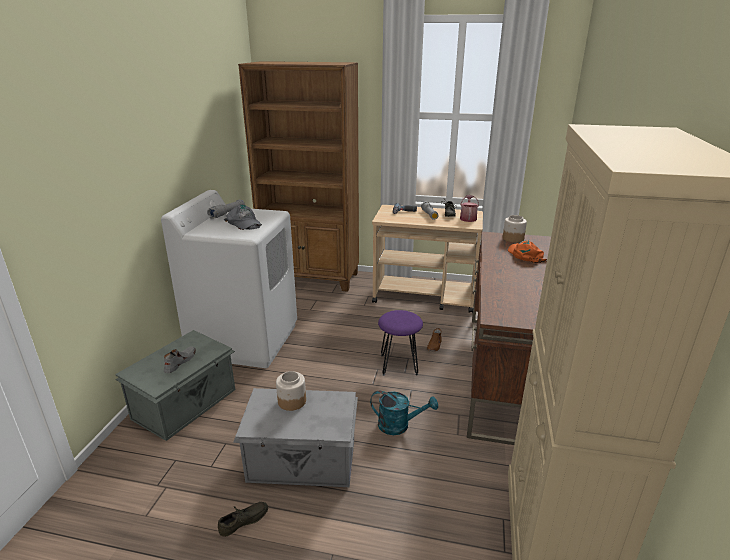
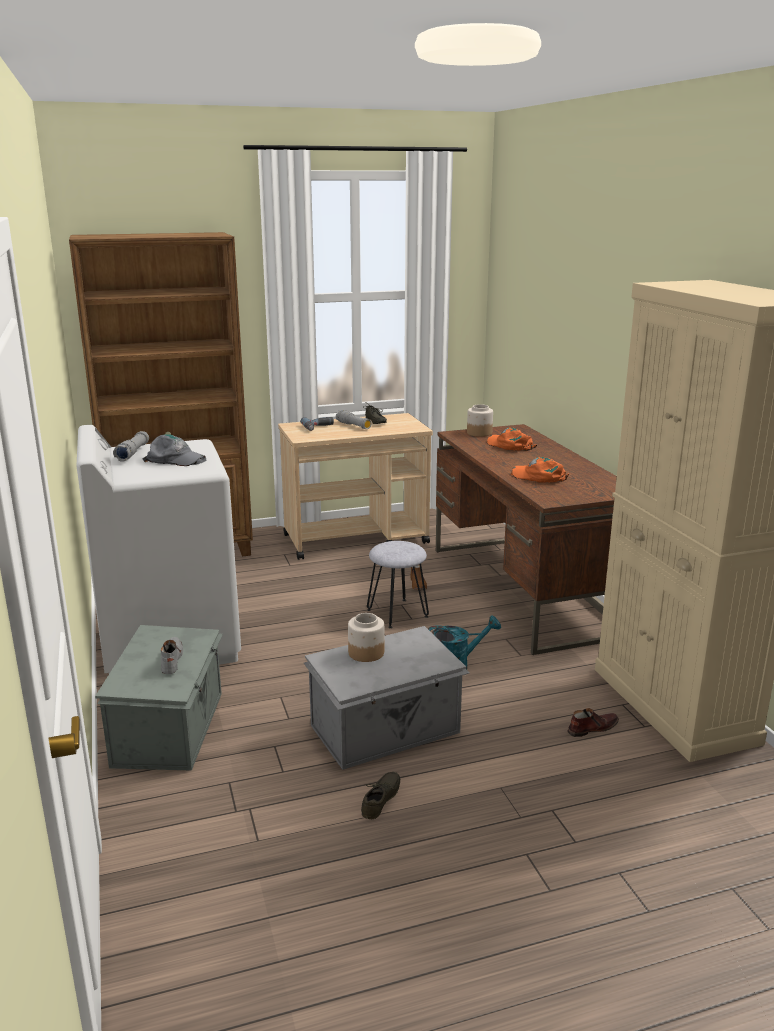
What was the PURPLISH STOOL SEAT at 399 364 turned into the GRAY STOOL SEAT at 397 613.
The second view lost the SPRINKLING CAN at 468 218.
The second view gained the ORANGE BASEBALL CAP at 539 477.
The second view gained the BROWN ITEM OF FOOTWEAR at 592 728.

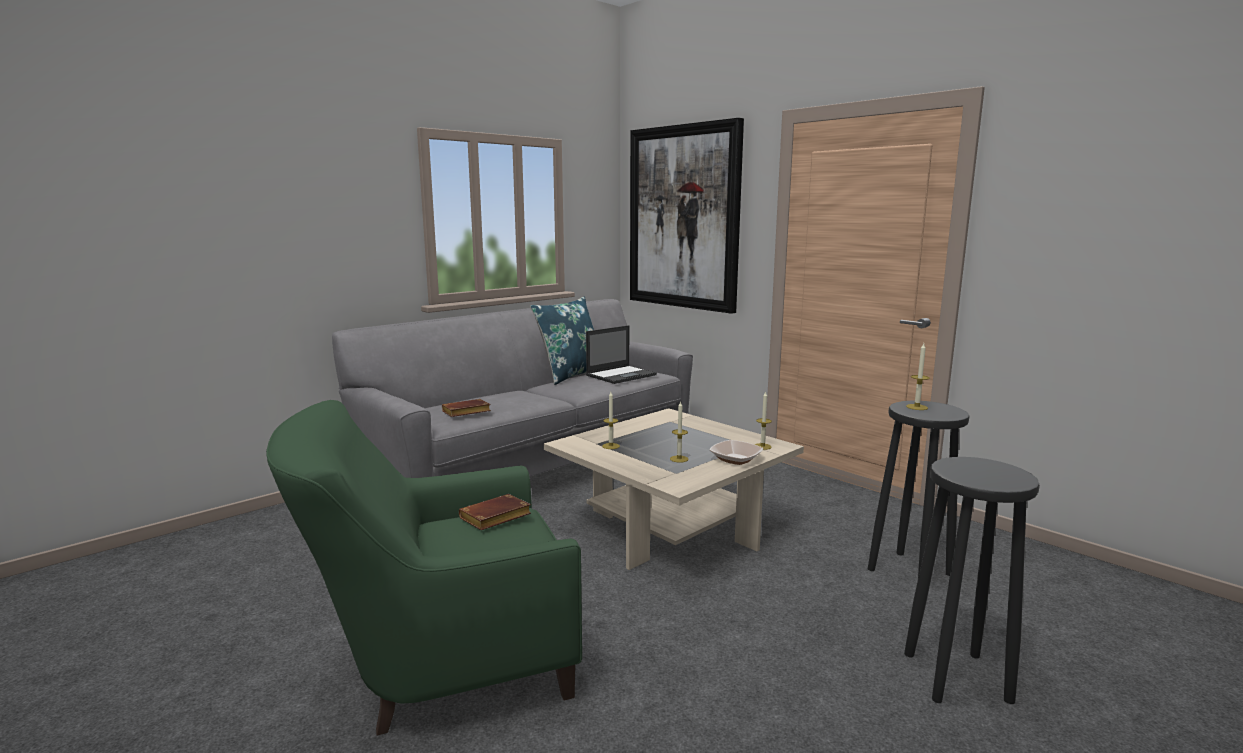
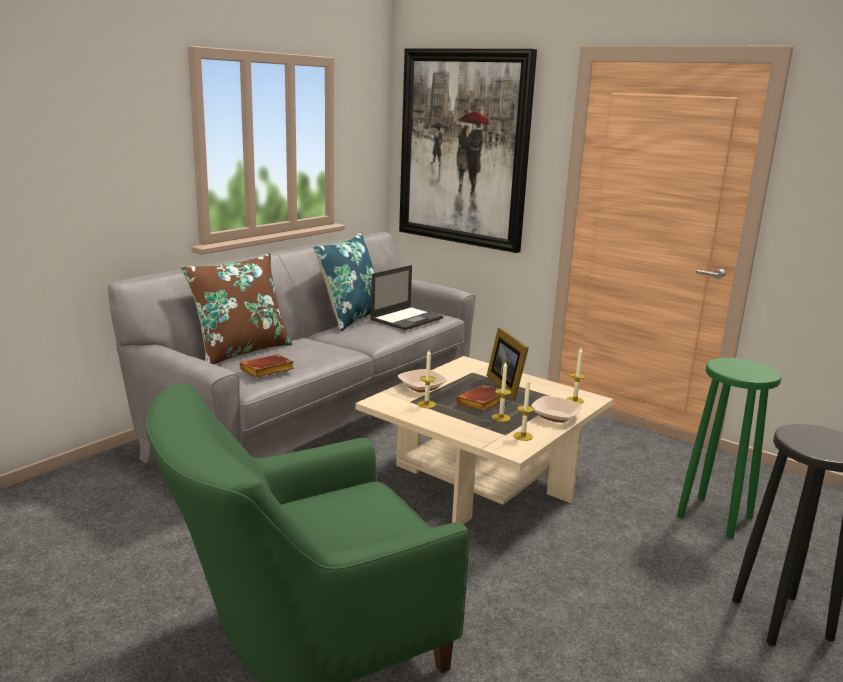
The BROWN BOUND BOOK ended up elsewhere, having gone from 494 519 to 482 403.
What was the BLACK-COLOURED STOOL SEAT at 911 572 turned into the GREENISH STOOL SEAT at 715 517.
The WAX CANDLE ended up elsewhere, having gone from 916 407 to 523 436.
The second view gained the BROWN THROW PILLOW at 241 351.
The second view gained the BOWL at 421 387.
The second view gained the STANDING FRAME at 507 385.

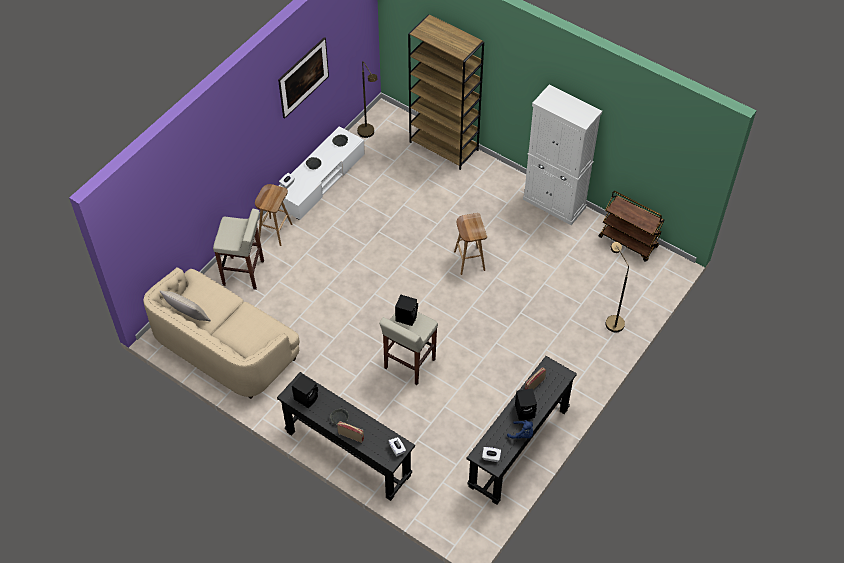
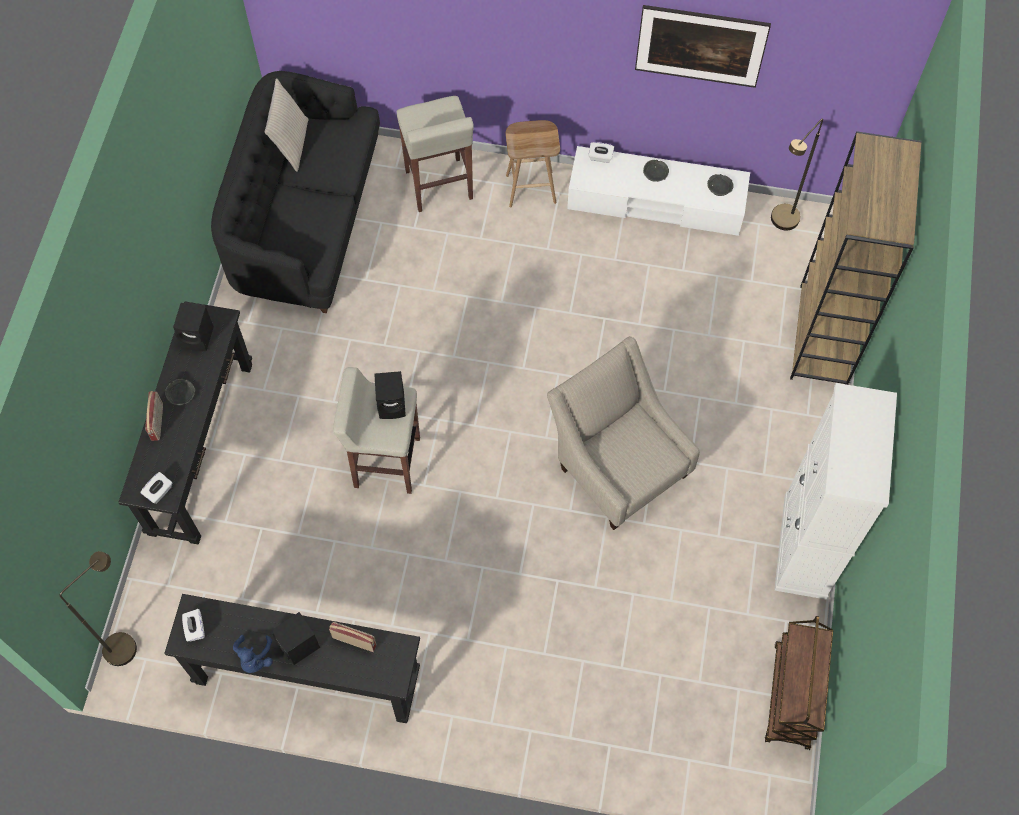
What was the SAND-COLOURED SETTEE at 224 347 turned into the BLACK-COLOURED SETTEE at 306 220.
Where the BROWN STOOL SEAT stood at 469 260, the SAND-COLOURED ARMCHAIR came to stand at 618 465.
The BROWN STANDING LAMP ended up elsewhere, having gone from 611 320 to 126 642.

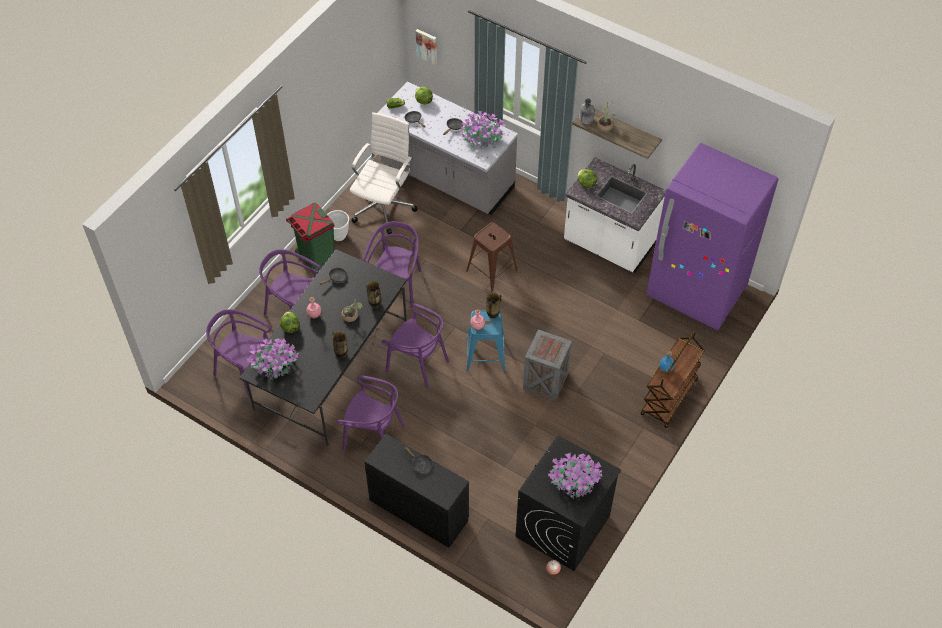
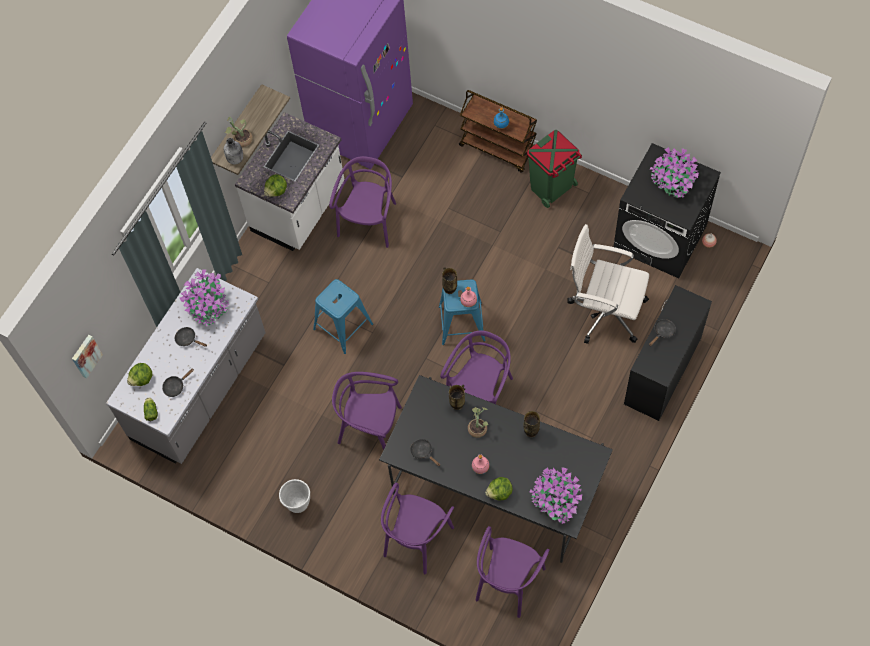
The GREENISH WASTE BIN ended up elsewhere, having gone from 316 259 to 552 188.
The PURPLISH CHAIR ended up elsewhere, having gone from 373 435 to 369 221.
The WHITISH DESK CHAIR ended up elsewhere, having gone from 384 206 to 605 310.
What was the BROWN STOOL SEAT at 491 270 turned into the BLUE STOOL SEAT at 343 327.
The second view lost the SHIPPING CRATE at 544 381.

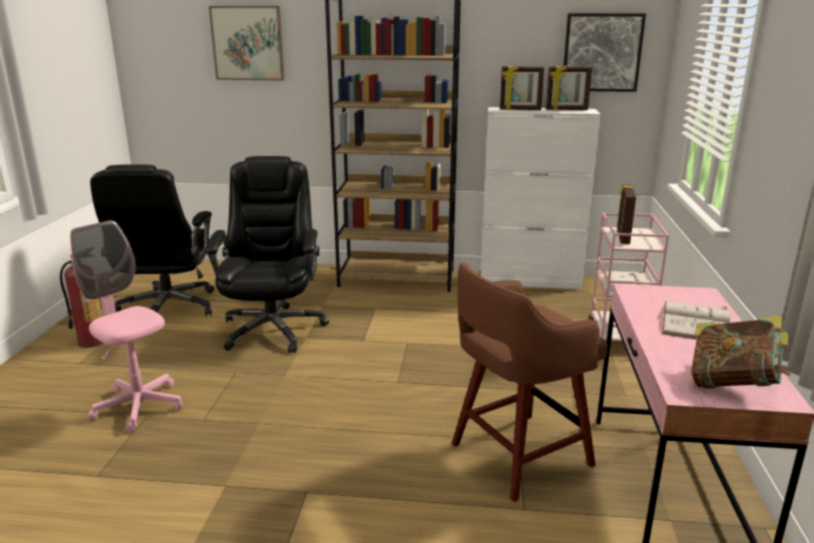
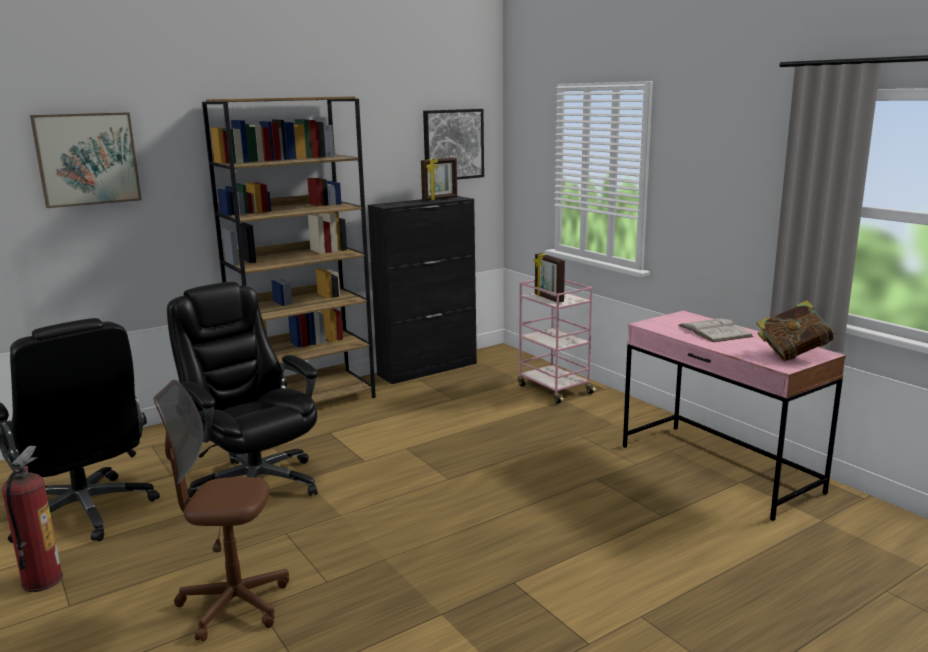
What was the PINKISH DESK CHAIR at 139 406 turned into the BROWN DESK CHAIR at 234 605.
The second view lost the BROWN STOOL SEAT at 517 456.
What was the WHITISH CABINET at 530 281 turned into the BLACK-COLOURED CABINET at 428 369.
The second view lost the STANDING FRAME at 520 110.

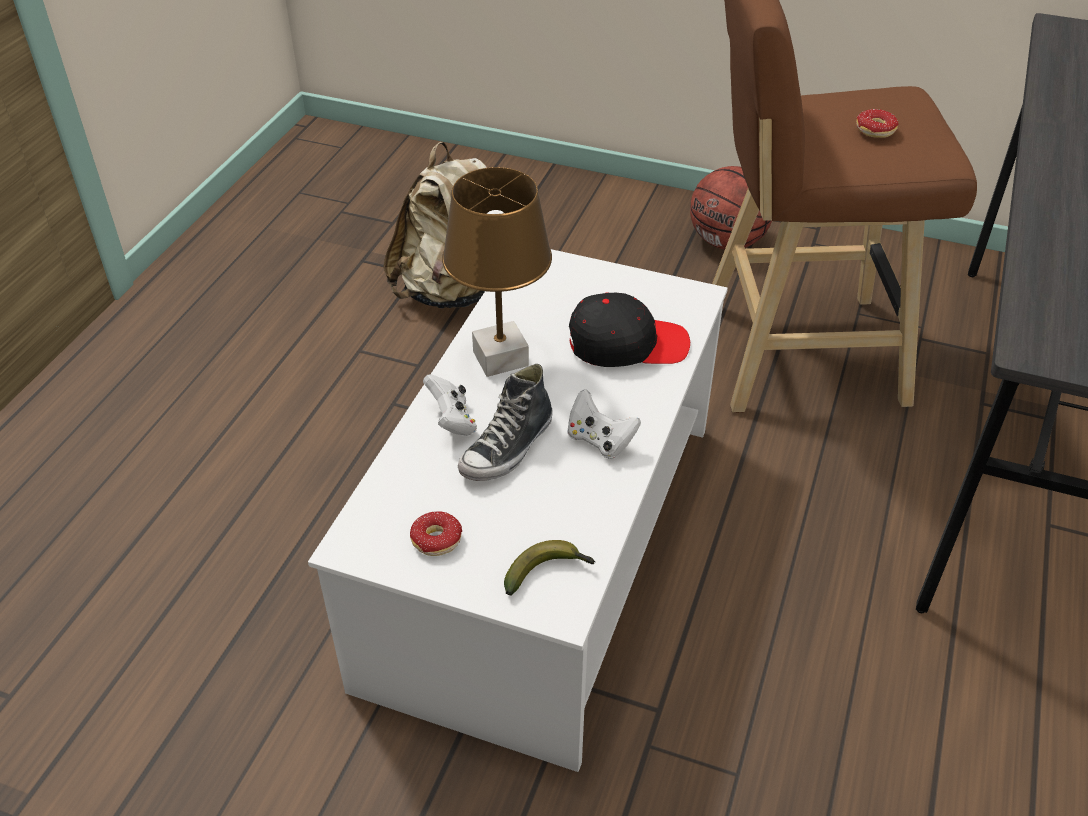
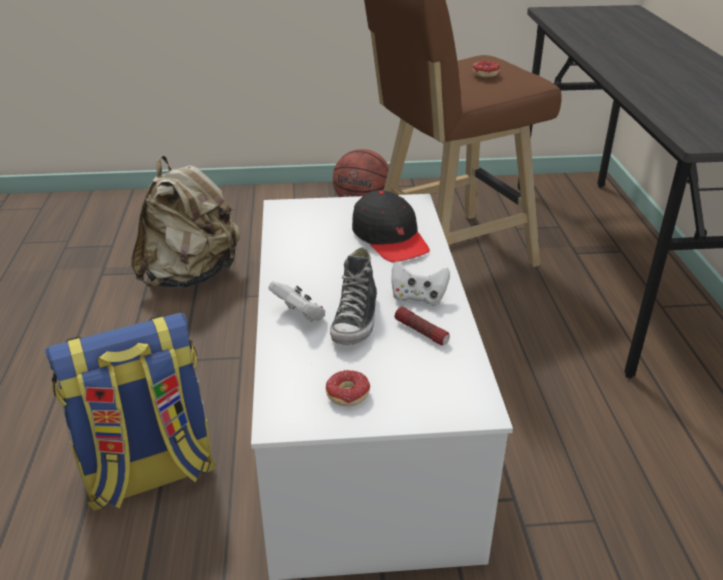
The second view lost the BROWN TABLETOP LAMP at 501 358.
The second view lost the BANANA FRUIT at 548 572.
The BLACK-COLOURED BASEBALL CAP at 627 344 ended up facing another way, 90 degrees clockwise from before.
The second view gained the BACKPACK at 148 474.
The second view gained the TORCH at 421 332.

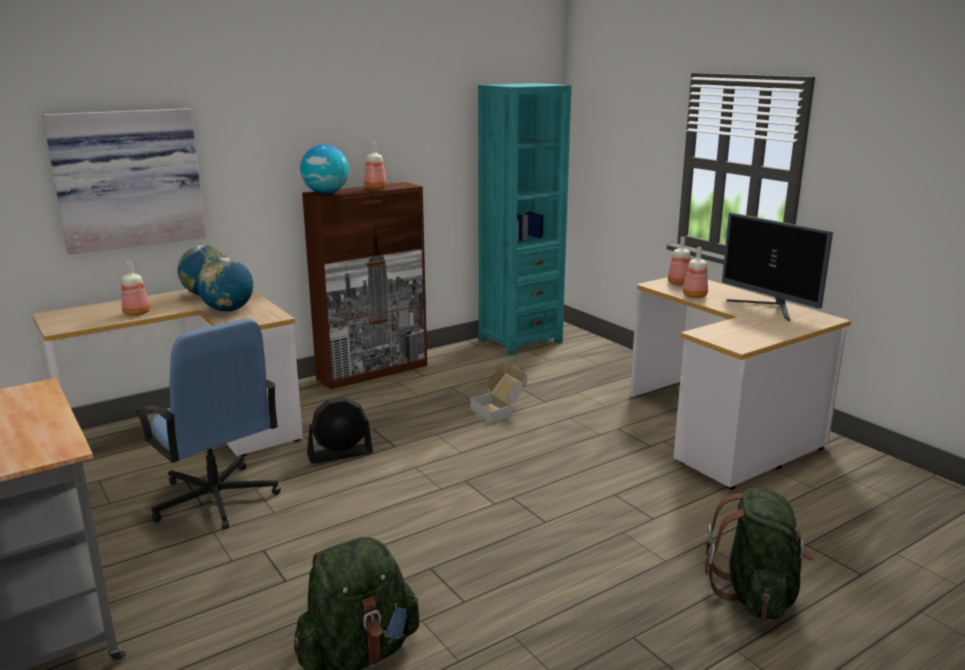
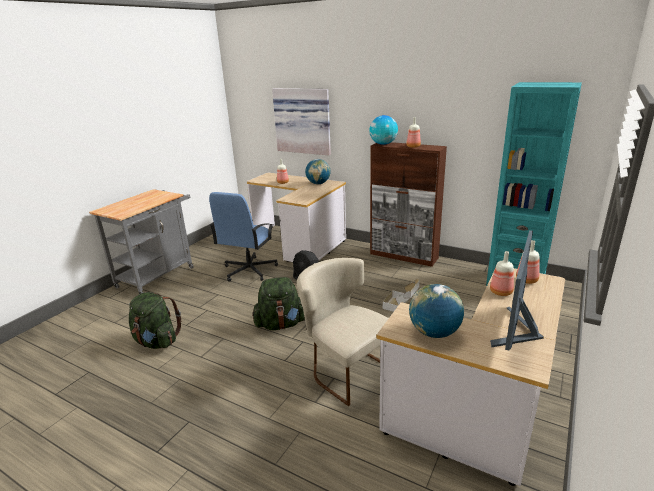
The GLOBE ended up elsewhere, having gone from 228 310 to 434 333.
The GREENISH BACKPACK ended up elsewhere, having gone from 756 594 to 281 324.
The second view gained the SAND-COLOURED CHAIR at 345 369.

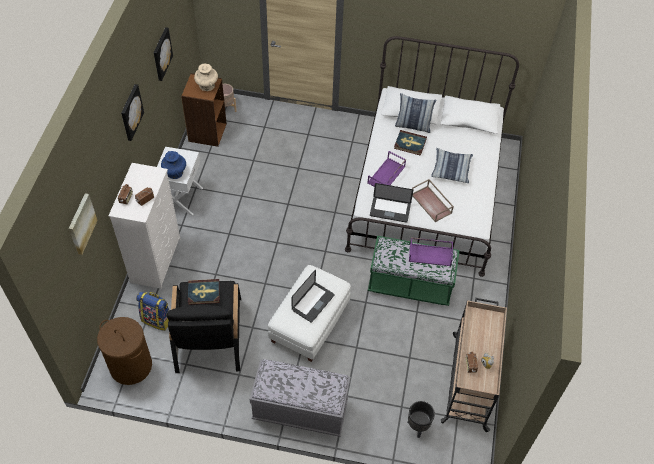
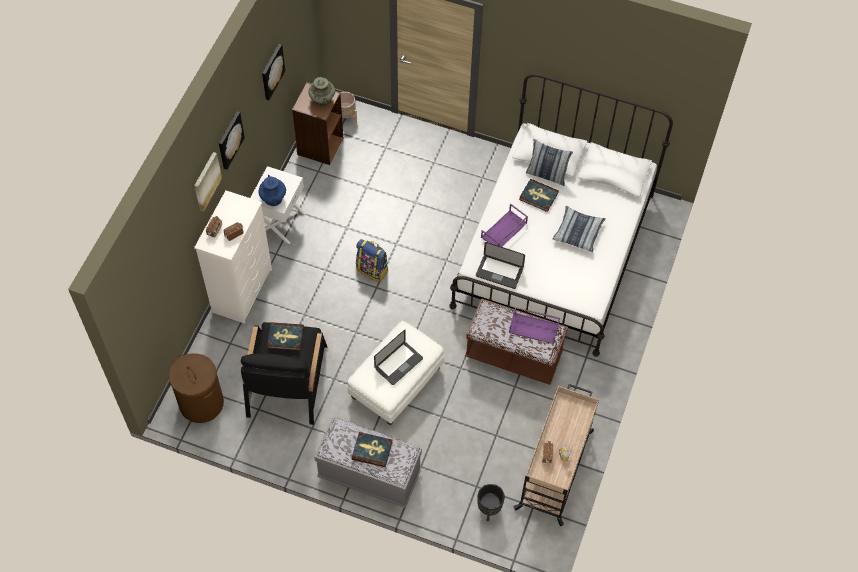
The WALL PICTURE ended up elsewhere, having gone from 81 223 to 206 181.
The BACKPACK ended up elsewhere, having gone from 157 319 to 373 270.
What was the SAND-COLOURED VASE at 207 85 turned into the TURQUOISE VASE at 322 99.
What was the GREENISH LONG SEAT at 410 285 turned into the BROWN LONG SEAT at 513 355.
The second view lost the BROWN SERVING TRAY at 432 204.
The second view gained the BOUND BOOK at 372 450.

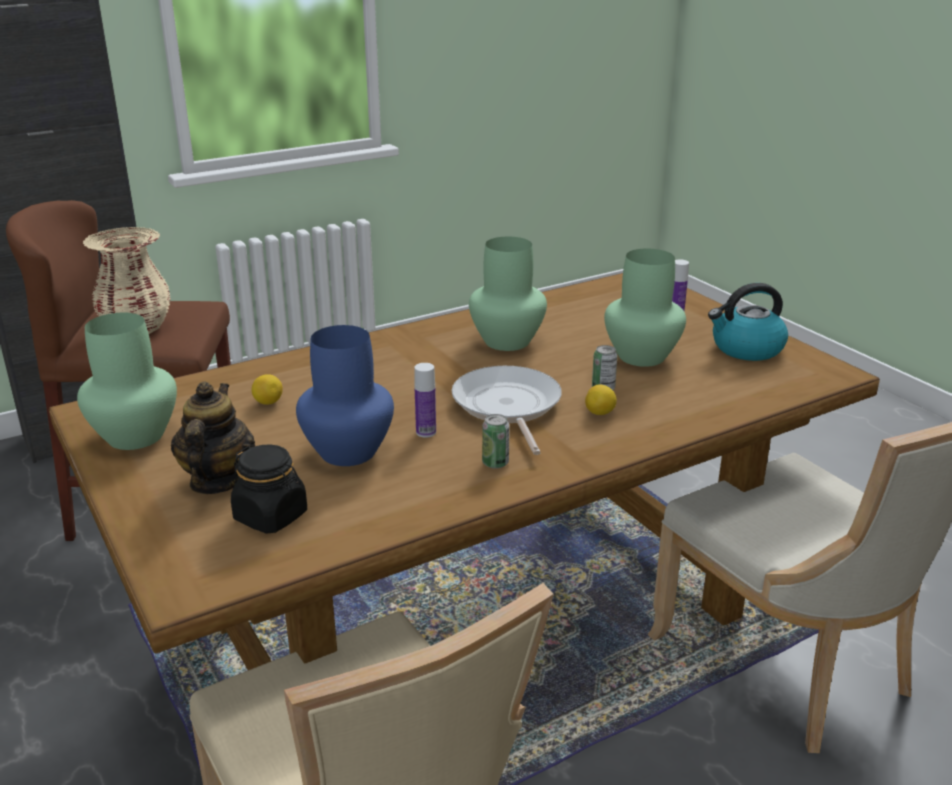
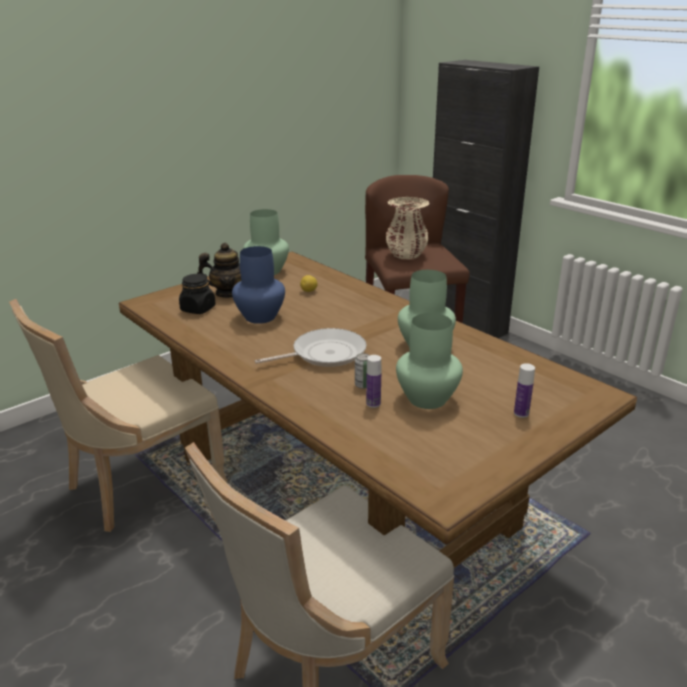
The DRINK BOTTLE ended up elsewhere, having gone from 426 432 to 373 403.
The second view lost the CAN at 495 463.
The second view lost the LEMON at 600 413.
The second view lost the TEA KETTLE at 746 349.

